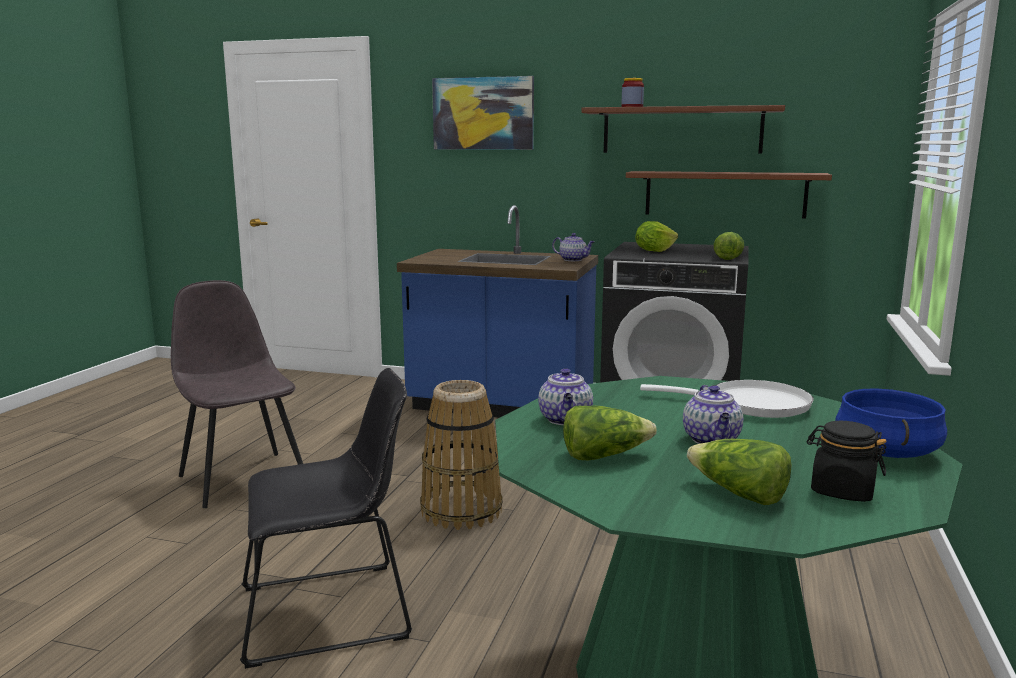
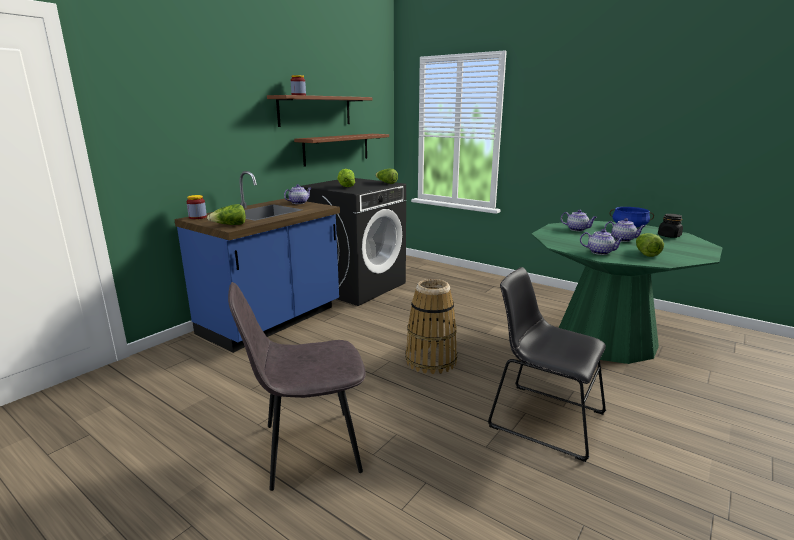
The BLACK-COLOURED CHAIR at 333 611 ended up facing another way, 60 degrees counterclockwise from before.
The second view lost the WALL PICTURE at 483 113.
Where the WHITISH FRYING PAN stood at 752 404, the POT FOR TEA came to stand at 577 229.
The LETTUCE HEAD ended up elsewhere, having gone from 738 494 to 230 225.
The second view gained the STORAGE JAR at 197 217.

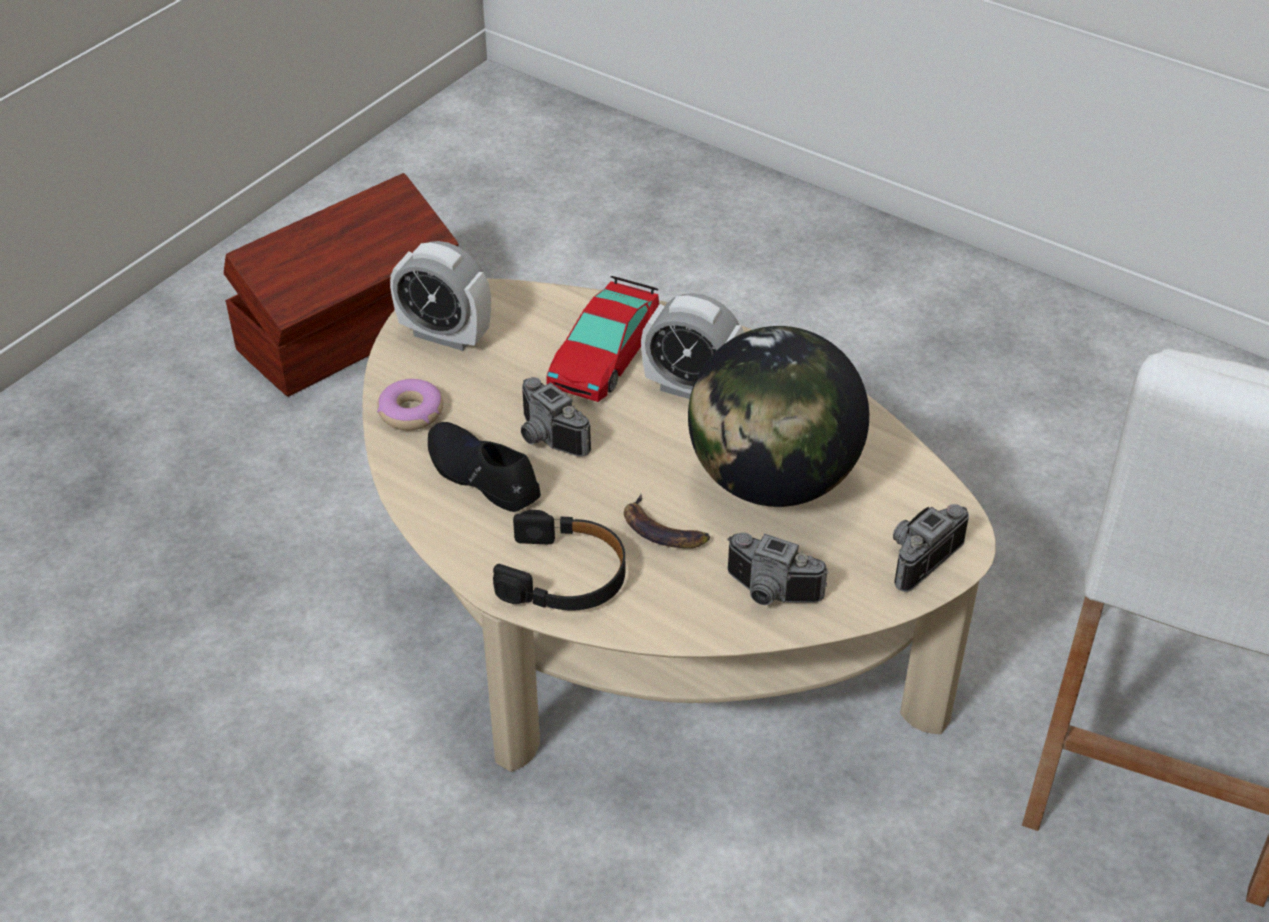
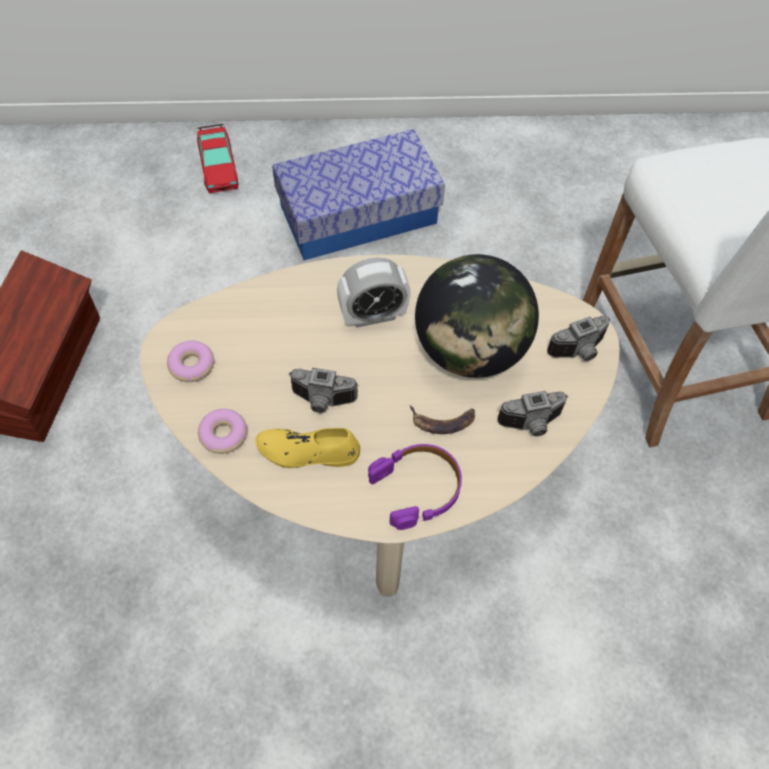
Where the TABLE CLOCK stood at 445 335, the RING DOUGHNUT came to stand at 192 365.
What was the BLACK-COLOURED ITEM OF FOOTWEAR at 481 475 turned into the YELLOW ITEM OF FOOTWEAR at 308 451.
What was the BLACK-COLOURED HEADSET at 564 576 turned into the PURPLISH HEADSET at 417 488.
The TOY CAR ended up elsewhere, having gone from 603 354 to 218 166.
The PHOTO CAMERA at 916 556 ended up facing another way, 120 degrees counterclockwise from before.
The second view gained the STORAGE CONTAINER at 358 214.

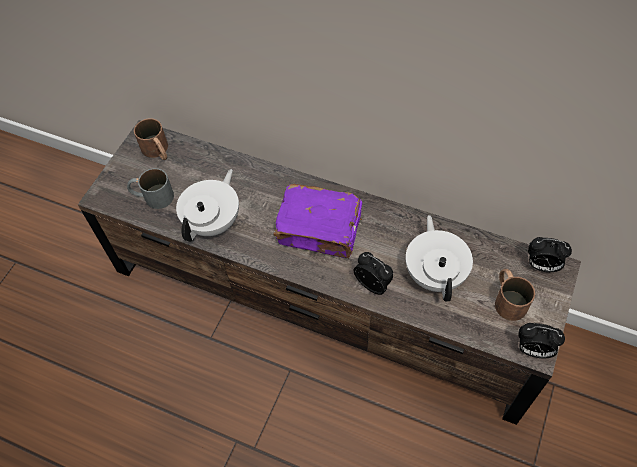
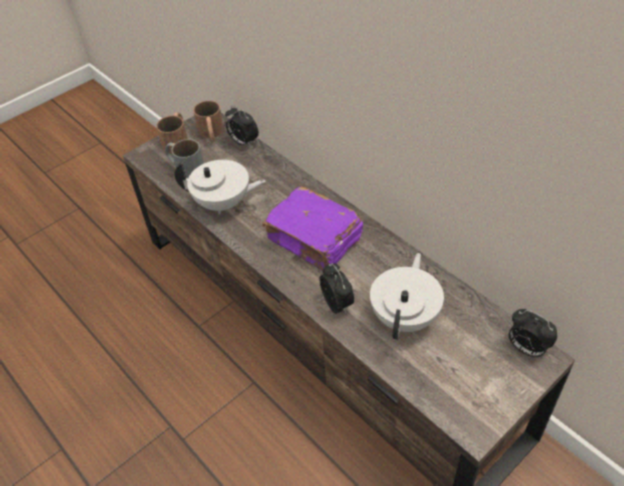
The WHITISH POT FOR TEA at 214 222 ended up facing another way, 45 degrees clockwise from before.
The BROWN TEA MUG ended up elsewhere, having gone from 507 298 to 177 140.
The TABLE CLOCK ended up elsewhere, having gone from 533 350 to 243 142.

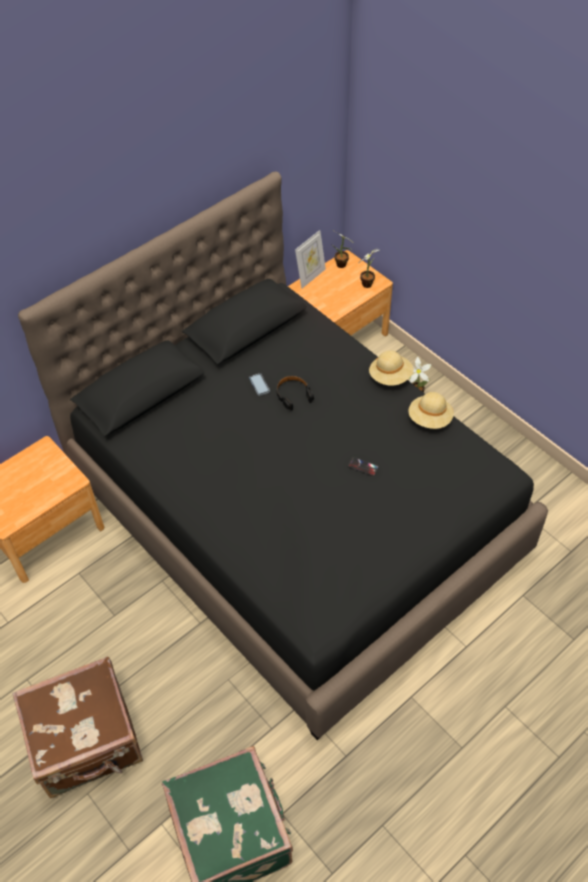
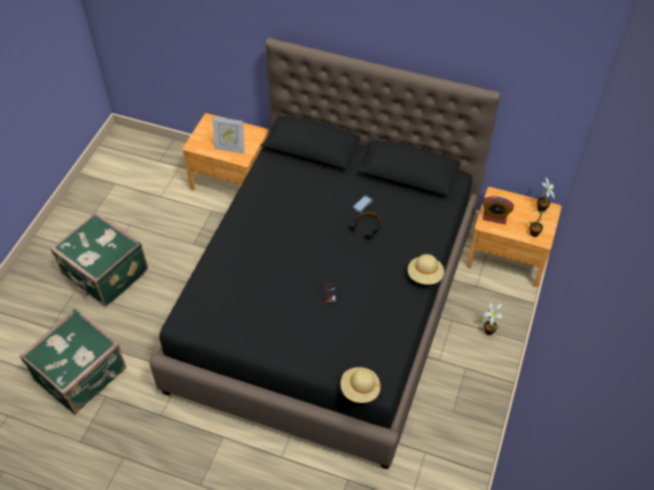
What was the BROWN SUITCASE at 87 742 turned into the GREENISH SUITCASE at 105 274.
The STANDING FRAME ended up elsewhere, having gone from 310 277 to 230 148.
The SAND-COLOURED CLOTHING HAT ended up elsewhere, having gone from 430 419 to 360 389.
The second view gained the TABLE CLOCK at 494 217.

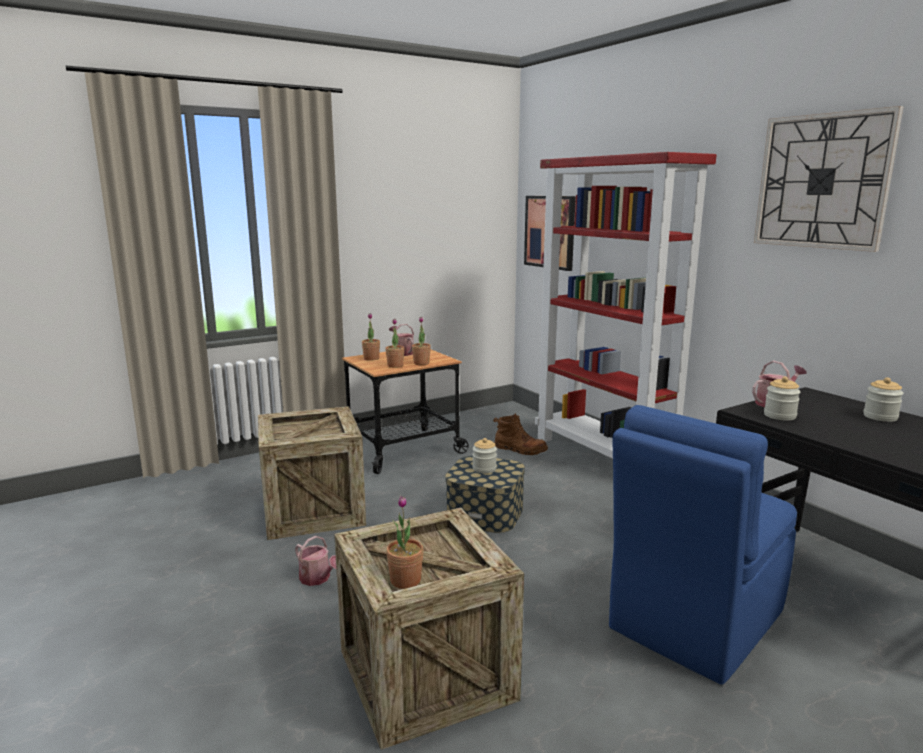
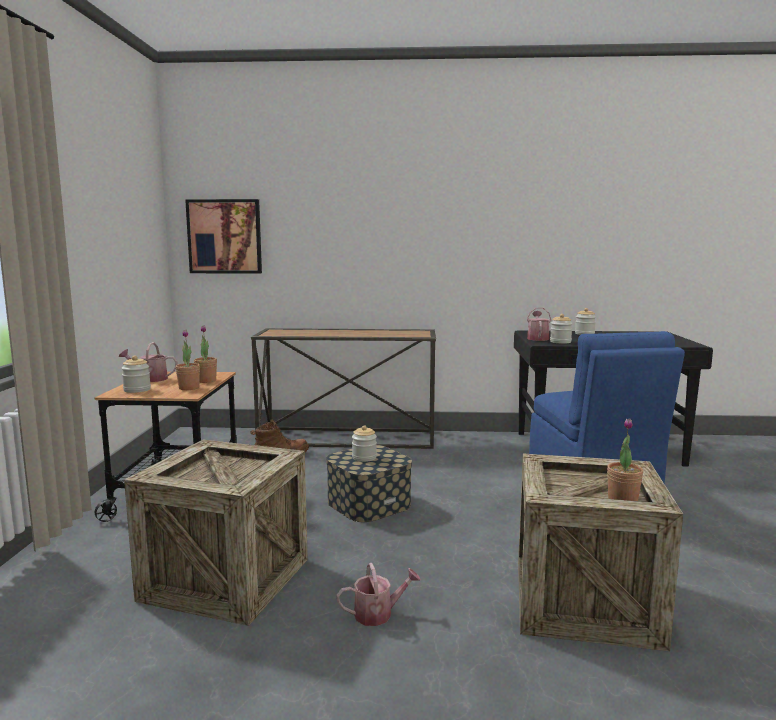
Where the HOUSEPLANT stood at 371 358, the STORAGE JAR came to stand at 137 390.
Where the REDDISH SHELVING UNIT stood at 604 456, the CONSOLE TABLE came to stand at 348 438.
The second view lost the CLOCK ON THE WALL at 822 181.

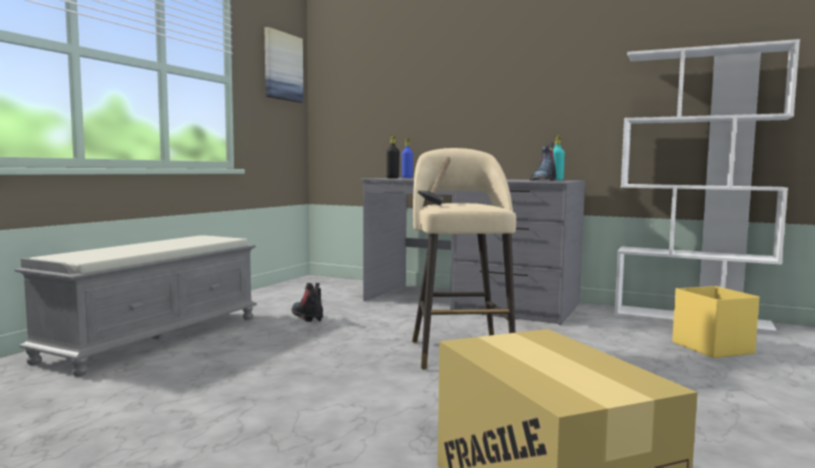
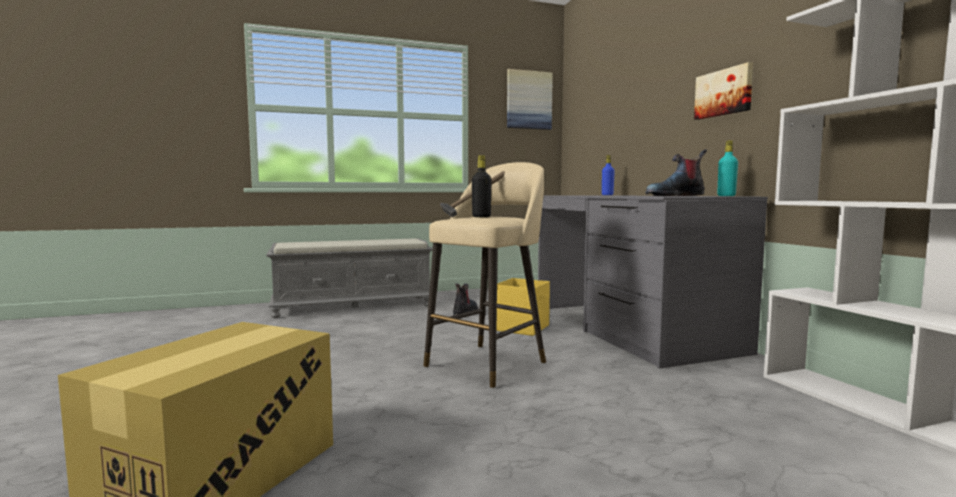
The BLACK-COLOURED DRINK BOTTLE ended up elsewhere, having gone from 392 178 to 481 217.
The YELLOW STORAGE CONTAINER ended up elsewhere, having gone from 712 347 to 522 328.
The second view gained the WALL PICTURE at 724 93.

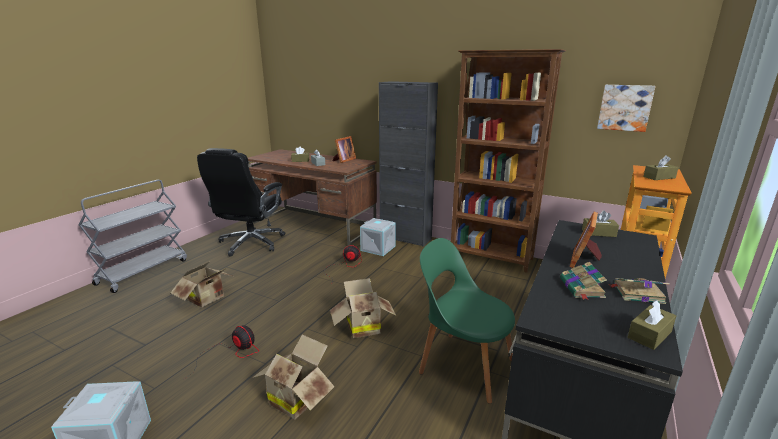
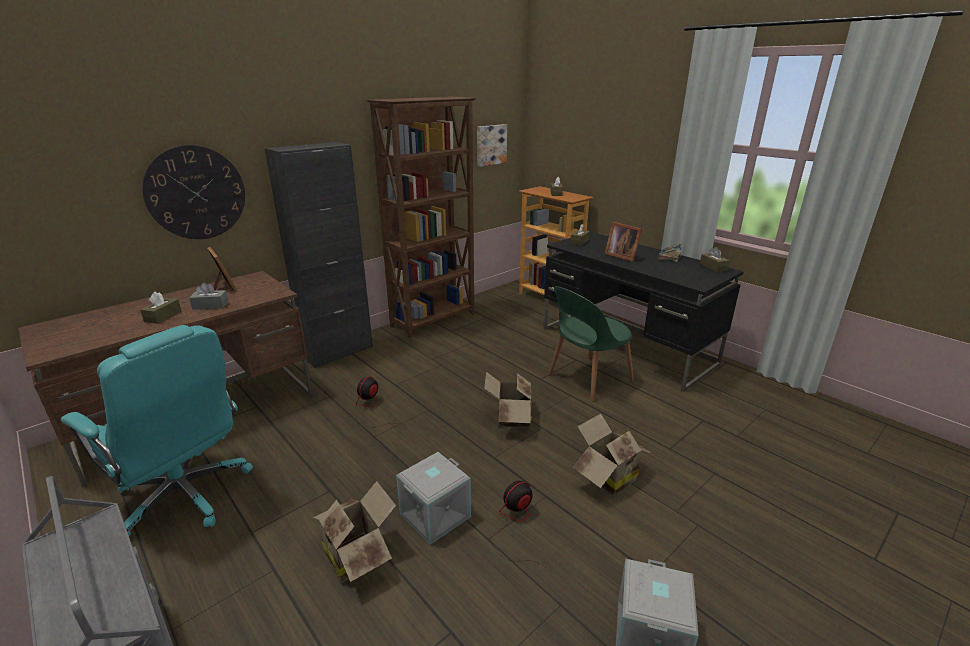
What was the BLACK-COLOURED DESK CHAIR at 251 243 turned into the TURQUOISE DESK CHAIR at 185 496.
The GRAY STORAGE CONTAINER ended up elsewhere, having gone from 377 248 to 435 516.
The second view lost the BOUND BOOK at 582 288.
The second view gained the CLOCK ON THE WALL at 196 193.

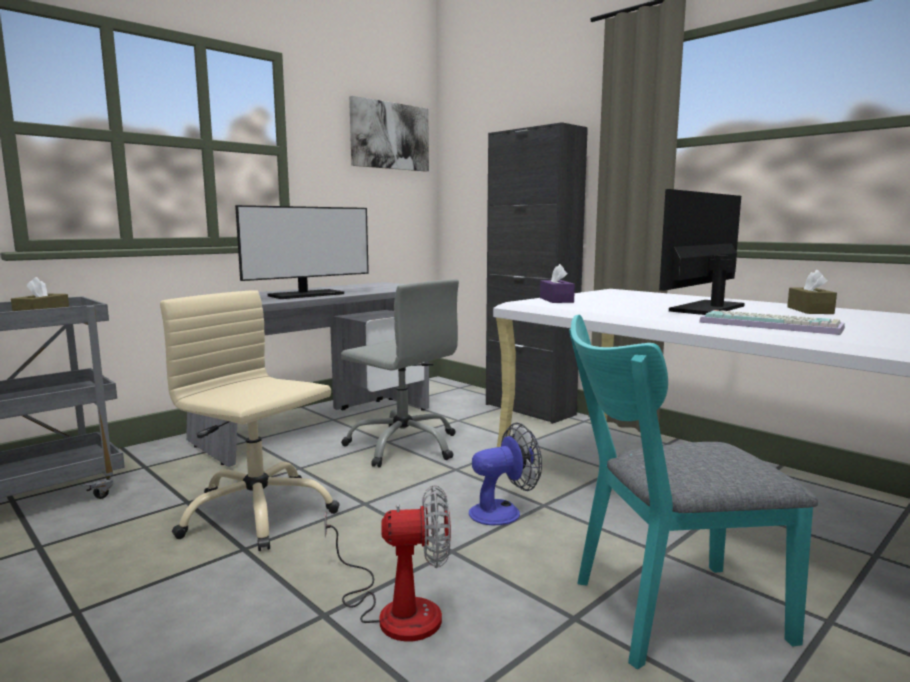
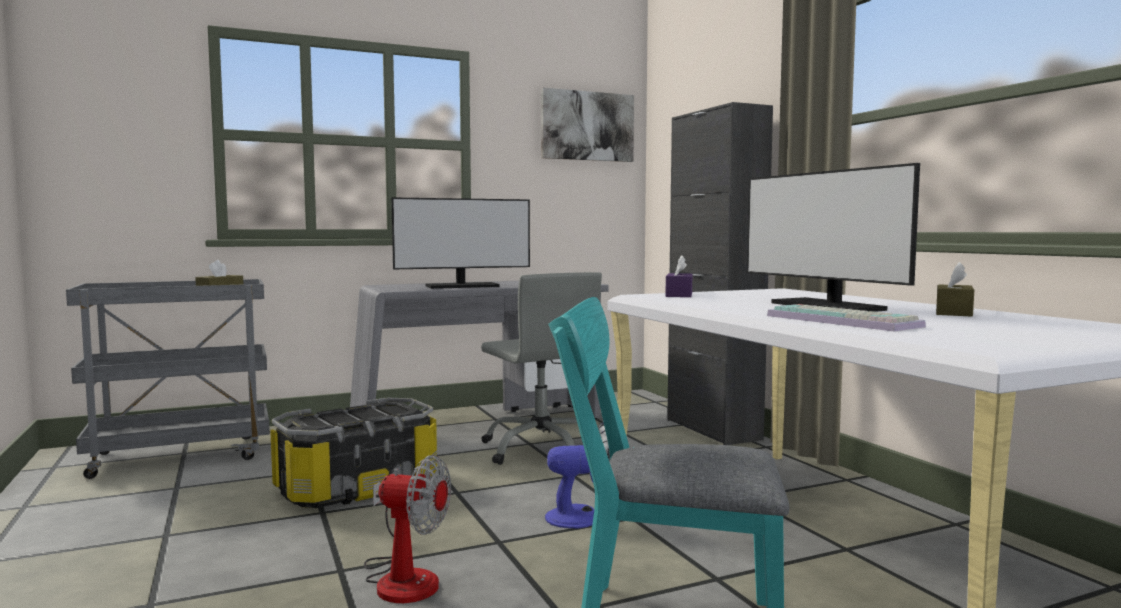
Where the SAND-COLOURED DESK CHAIR stood at 257 513, the STORAGE CONTAINER came to stand at 357 487.
The MONITOR at 707 308 ended up facing another way, 90 degrees counterclockwise from before.

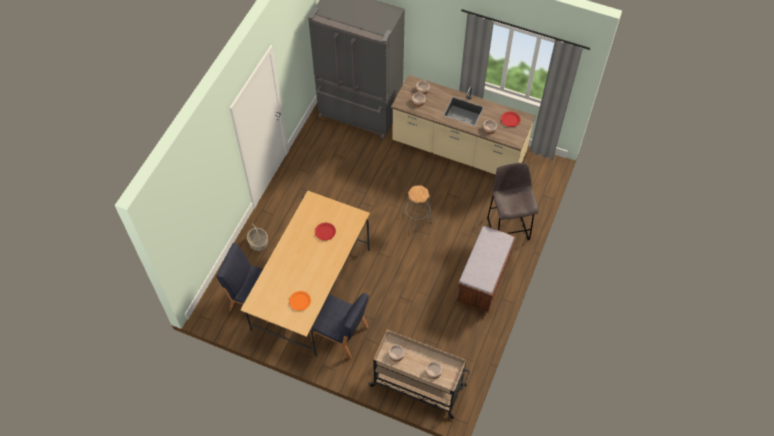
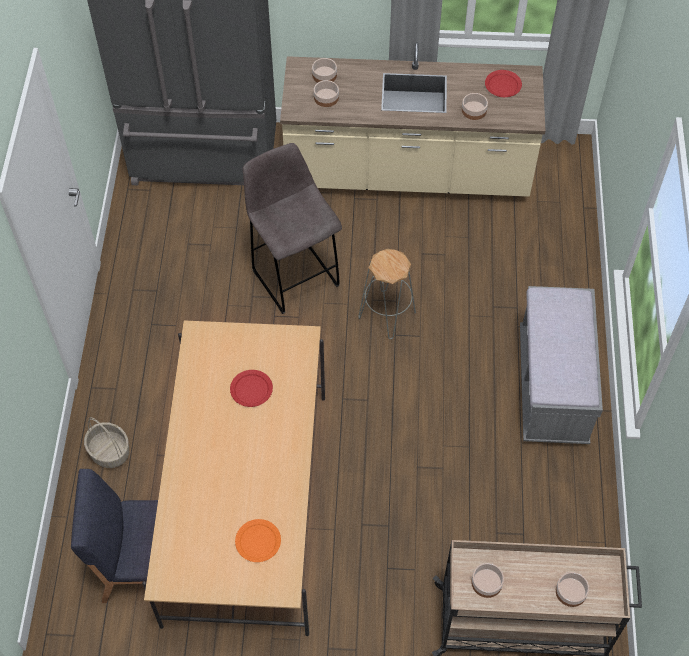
The second view lost the BLUE CHAIR at 340 334.
What was the BROWN LONG SEAT at 484 280 turned into the GRAY LONG SEAT at 552 387.
The GRAY STOOL SEAT ended up elsewhere, having gone from 507 227 to 294 276.

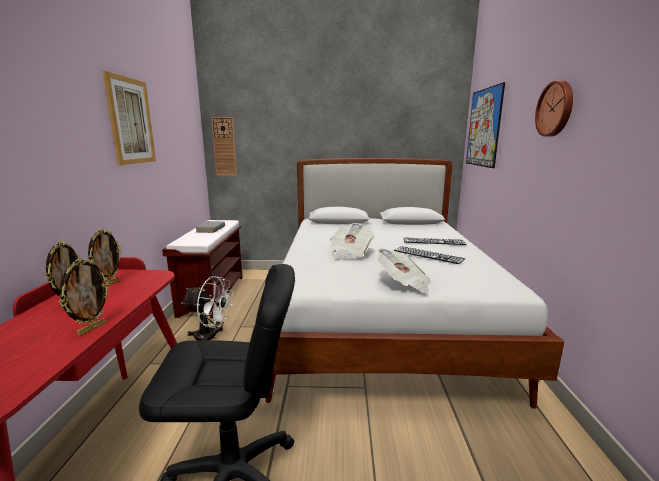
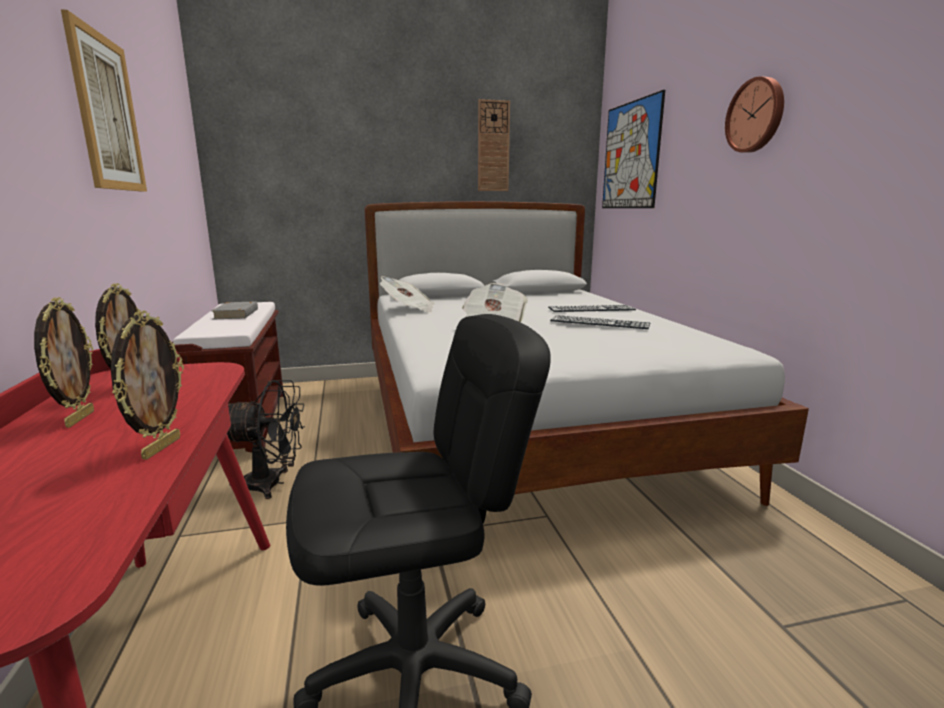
What was the WHITISH COOLING FAN at 211 338 turned into the BLACK-COLOURED COOLING FAN at 273 484.
The CLOCK ON THE WALL ended up elsewhere, having gone from 224 146 to 493 146.
The PRINTED PAPER ended up elsewhere, having gone from 404 284 to 408 309.

